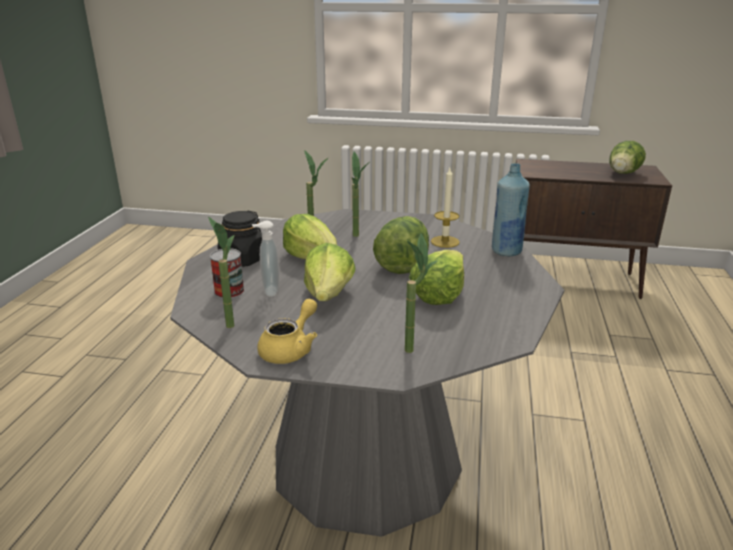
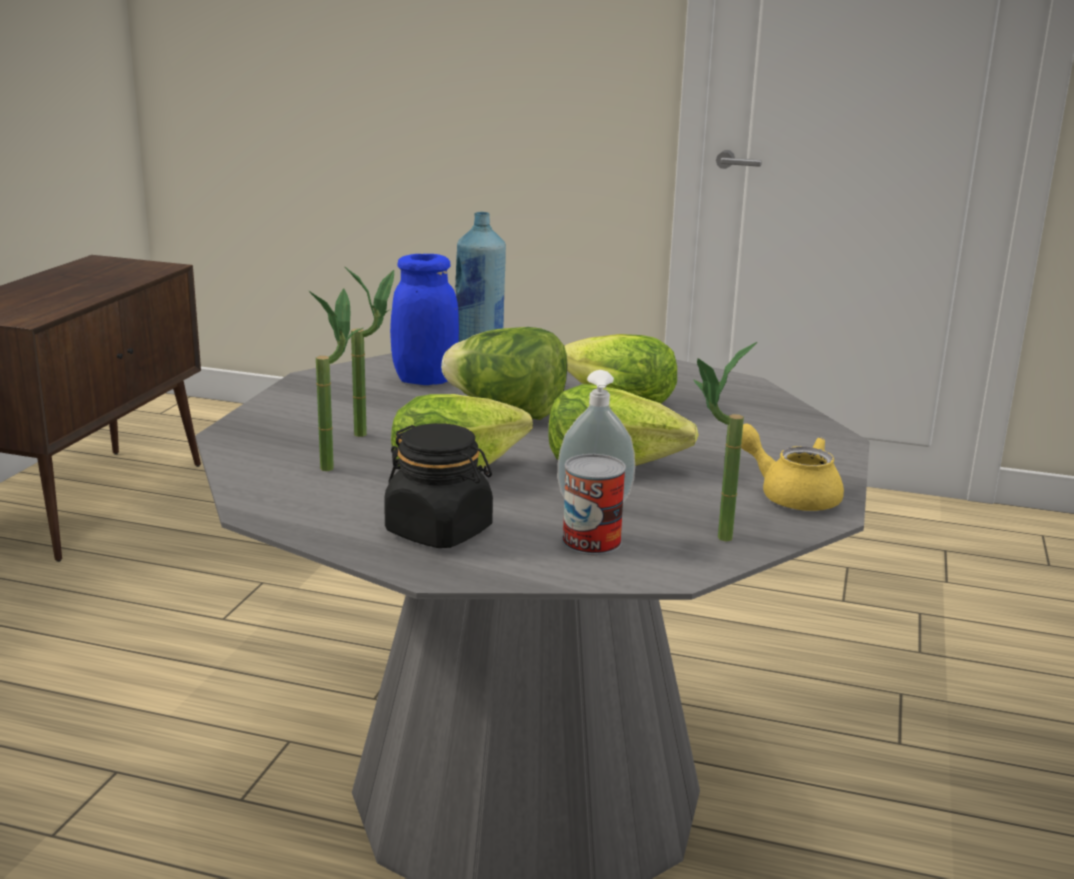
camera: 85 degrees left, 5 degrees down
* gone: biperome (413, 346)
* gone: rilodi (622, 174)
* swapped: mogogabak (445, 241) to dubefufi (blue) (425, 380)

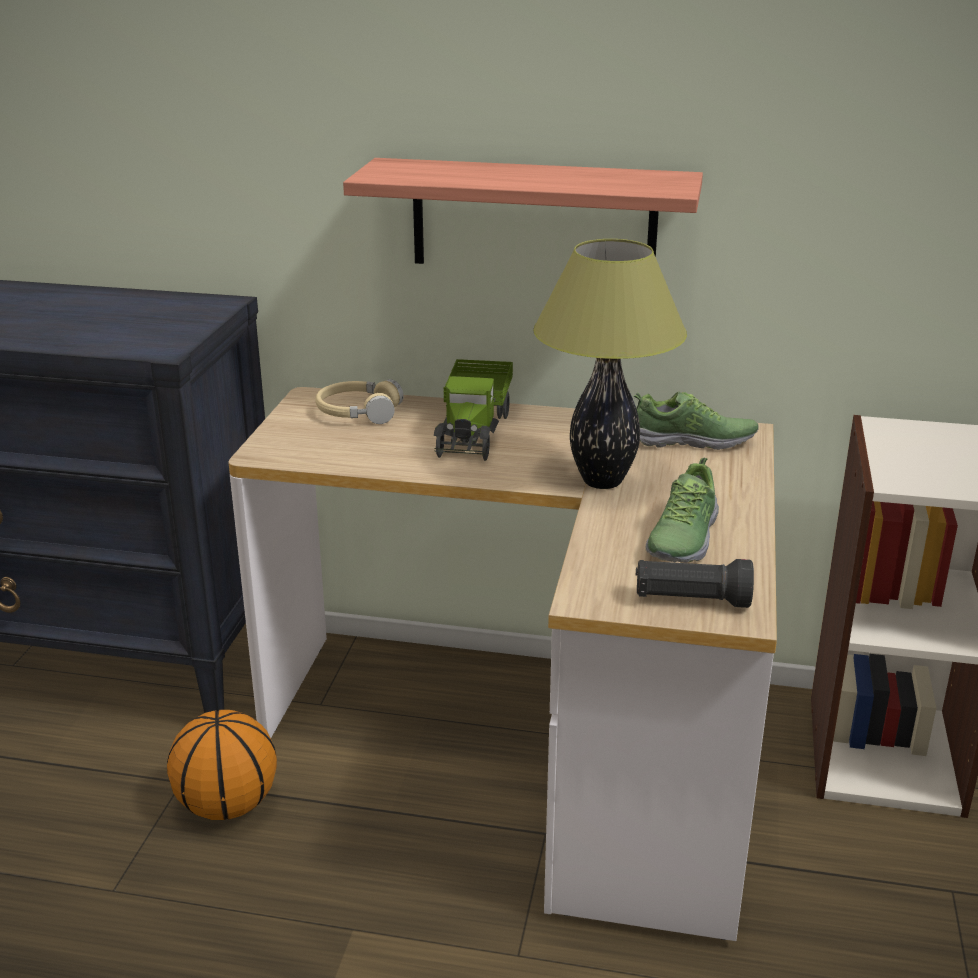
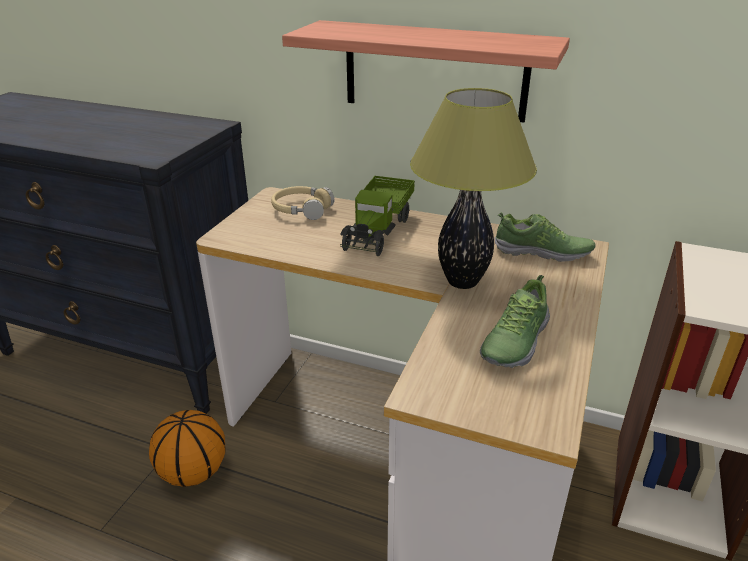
camera: 10 degrees right, 5 degrees up
* gone: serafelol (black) (691, 600)

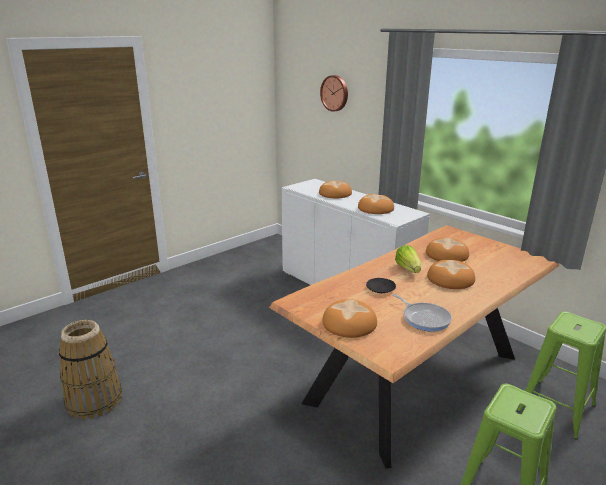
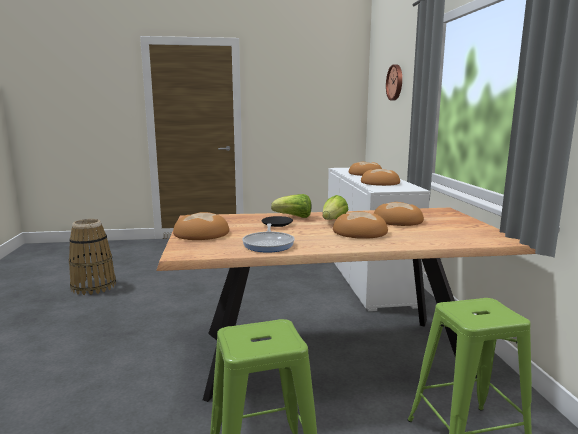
camera: 35 degrees right, 10 degrees down
* new: rilodi (294, 217)

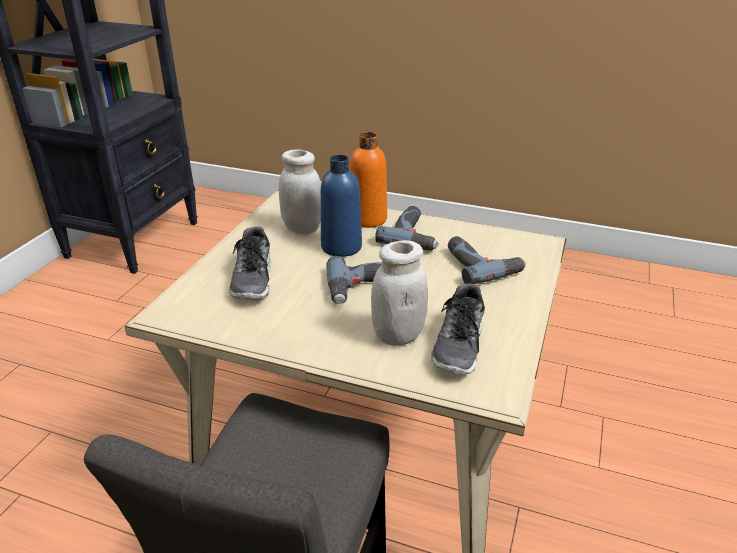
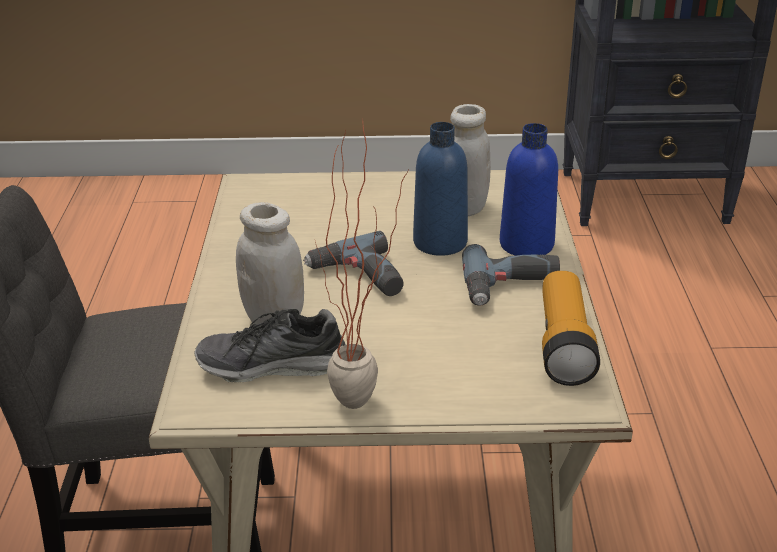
camera: 70 degrees right, 0 degrees up
* gone: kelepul (253, 280)
* gone: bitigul (481, 265)
* new: biperome (367, 407)
* new: serafelol (564, 344)
* repainted: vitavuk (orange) (368, 219) to vitavuk (blue) (526, 244)

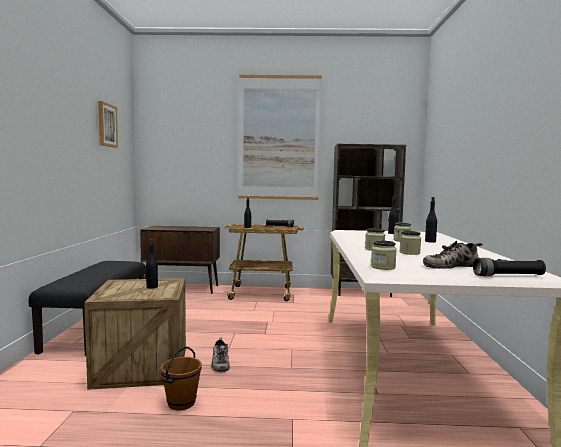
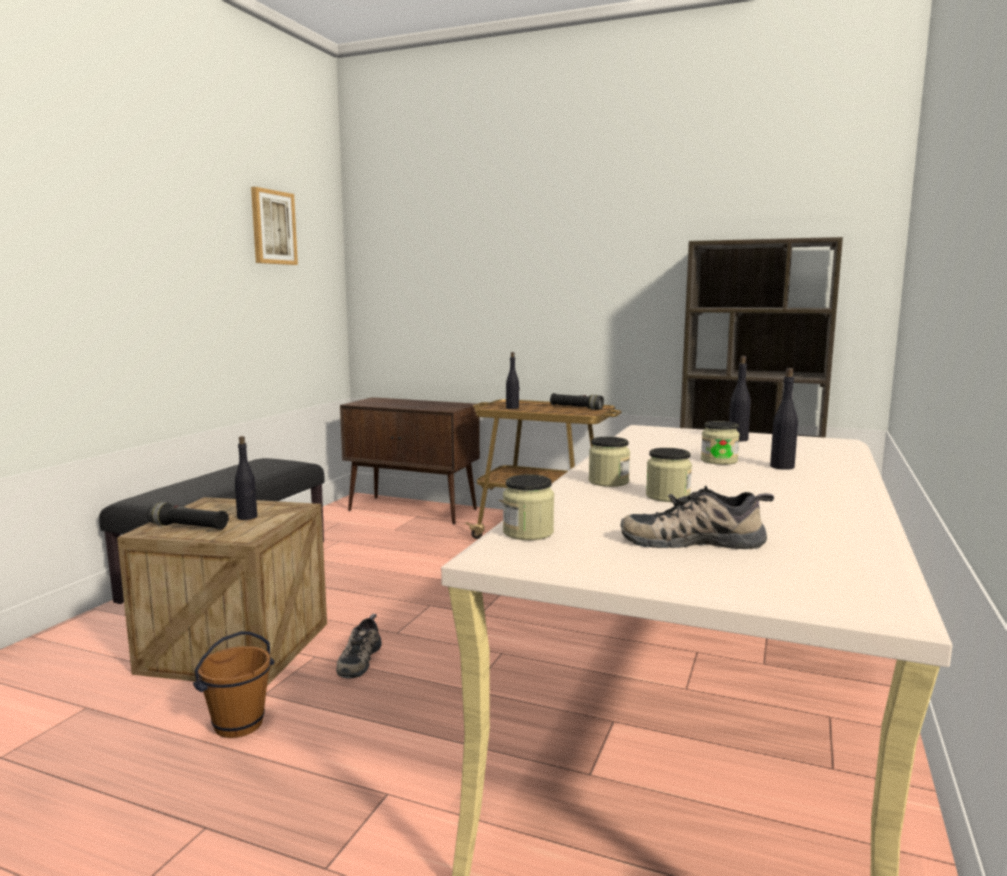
camera: 20 degrees right, 5 degrees up
* gone: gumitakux (279, 138)
* shifted: serafelol (black) (508, 276) to (188, 527)

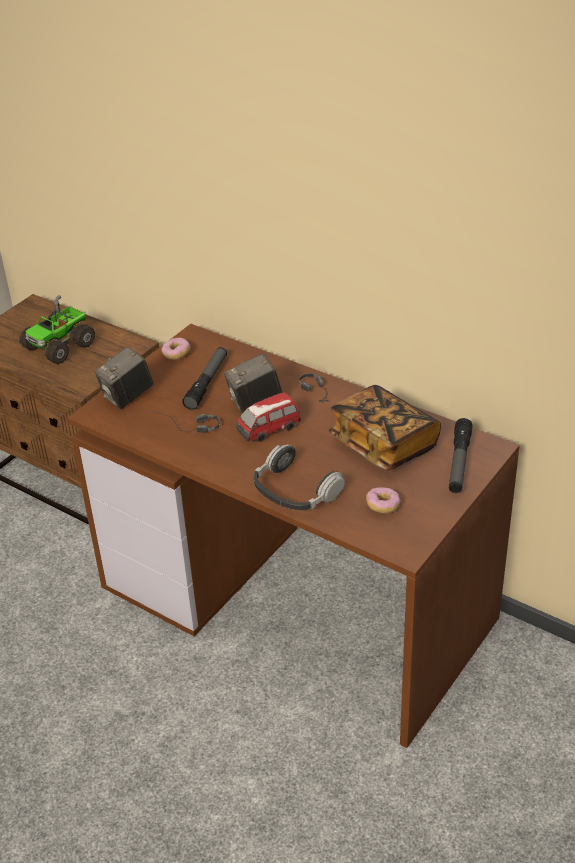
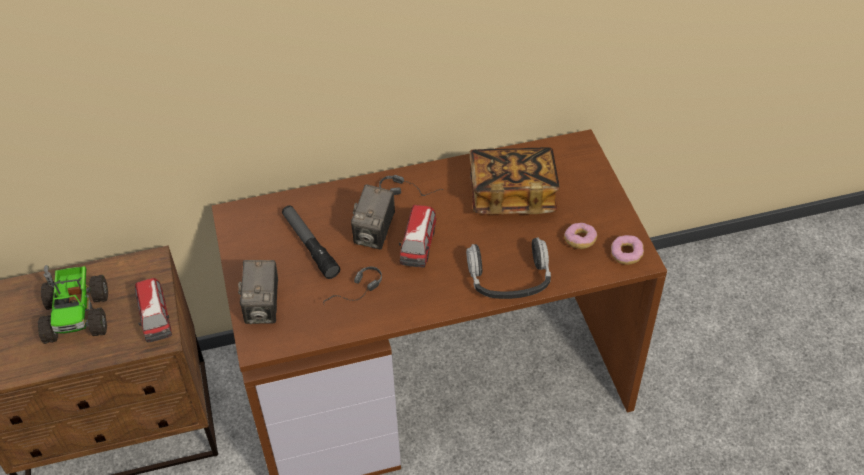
camera: 50 degrees left, 10 degrees up
* gone: serafelol (459, 462)
* new: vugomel (156, 319)
* shifted: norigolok (176, 354) to (626, 254)

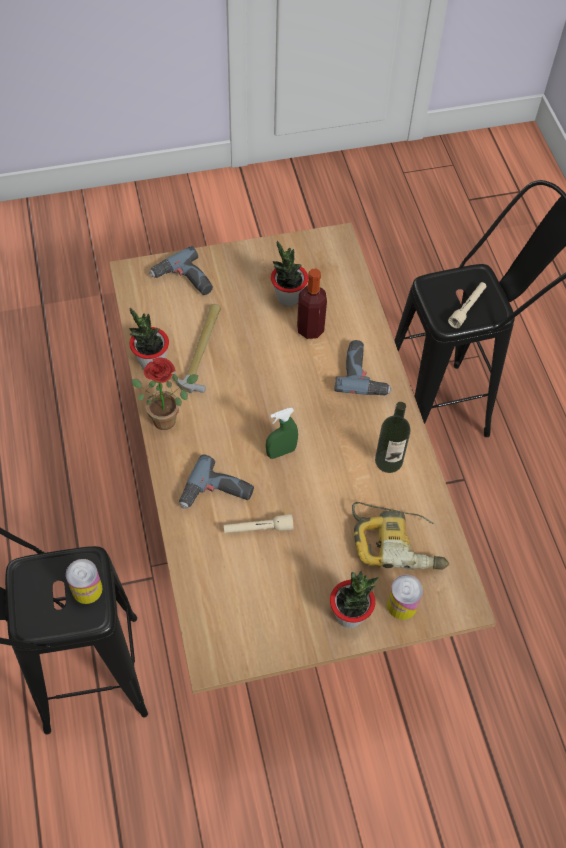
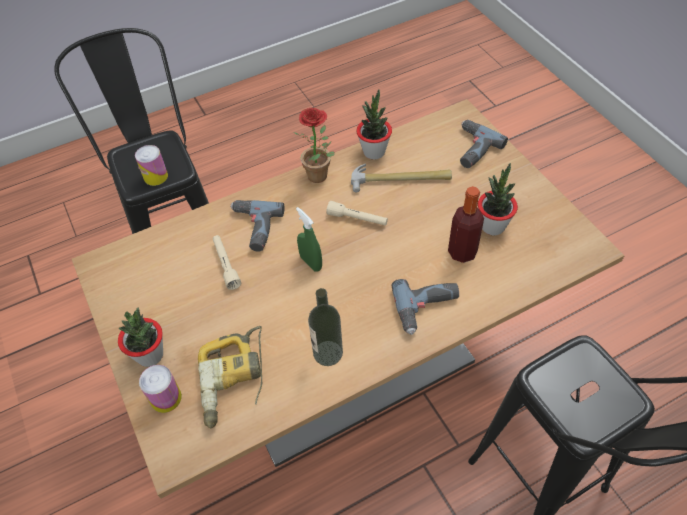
camera: 80 degrees right, 5 degrees down
* shifted: serafelol (beige) (467, 308) to (357, 219)

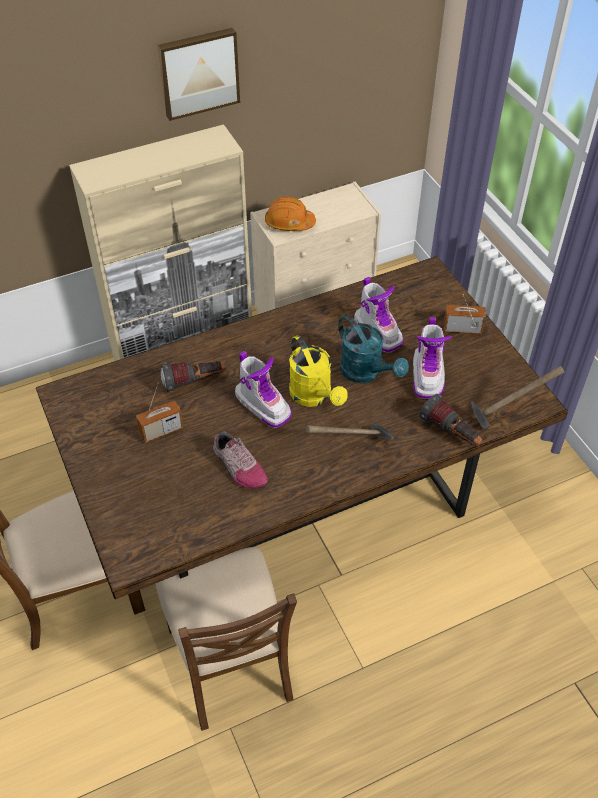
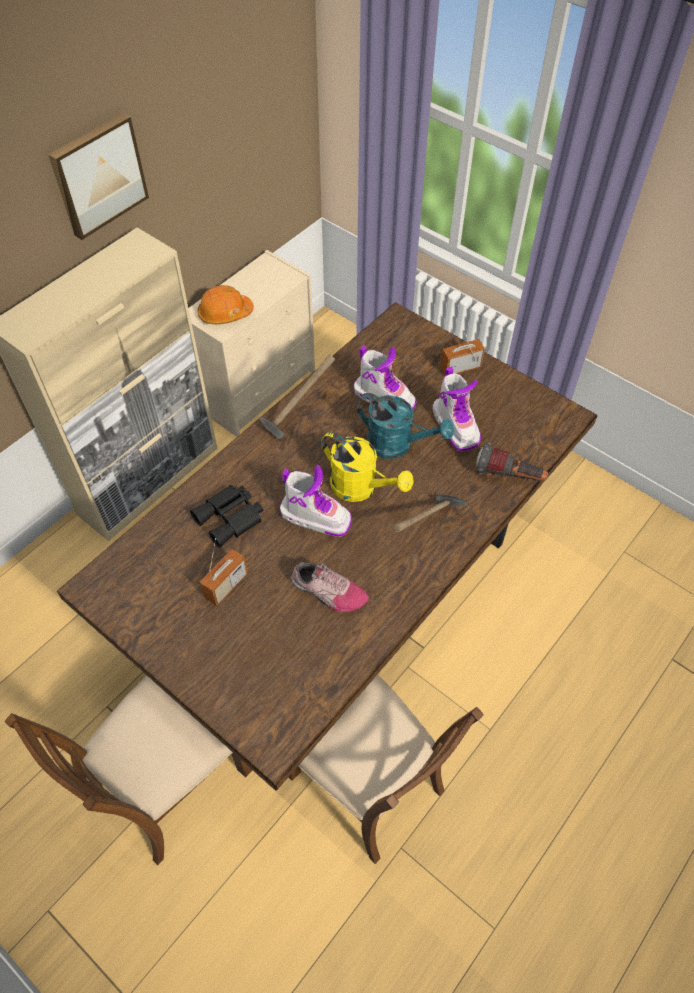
camera: 25 degrees left, 5 degrees up
* shifted: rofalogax (508, 413) to (297, 416)
* swapped: serafelol (195, 382) to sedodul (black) (231, 518)

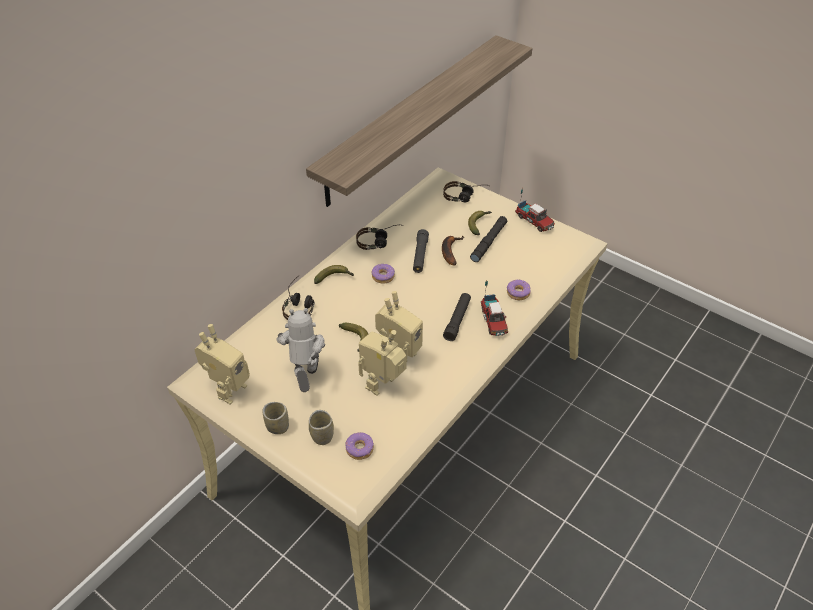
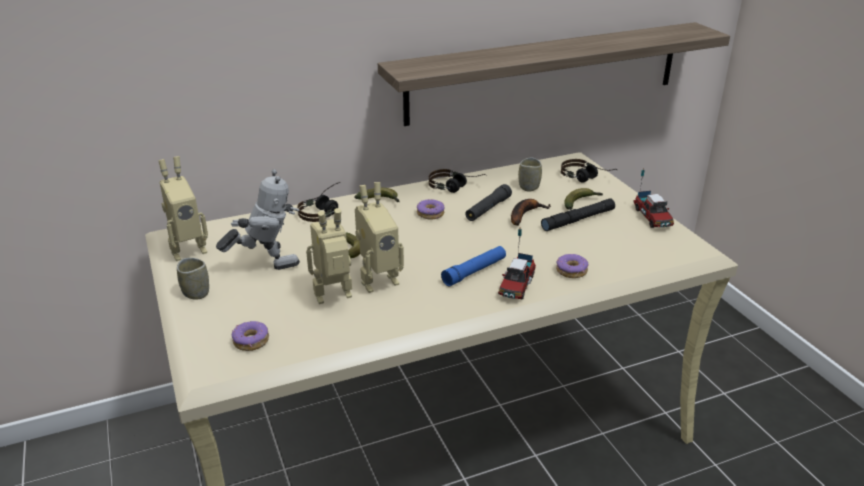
camera: 30 degrees right, 15 degrees down
* shifted: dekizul (322, 436) to (529, 187)
* repainted: serafelol (black) (457, 320) to serafelol (blue) (474, 271)
* rotated: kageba (306, 378) = (266, 266) 45 degrees clockwise

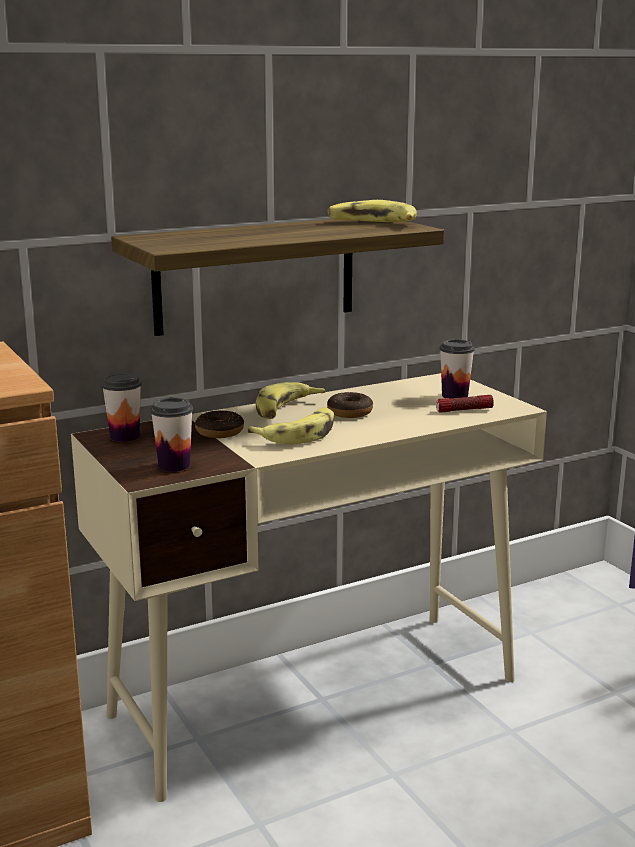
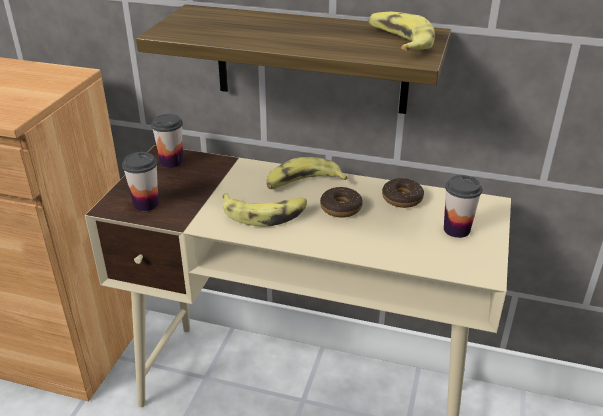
camera: 45 degrees right, 15 degrees up
* gone: serafelol (464, 410)
* shifted: norigolok (219, 432) to (402, 198)

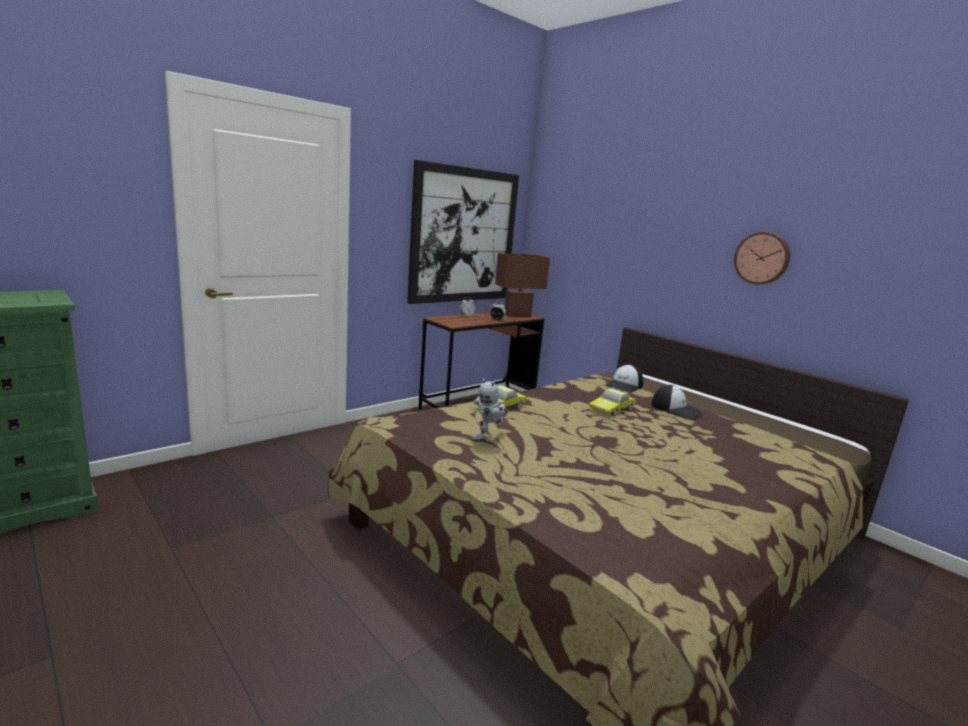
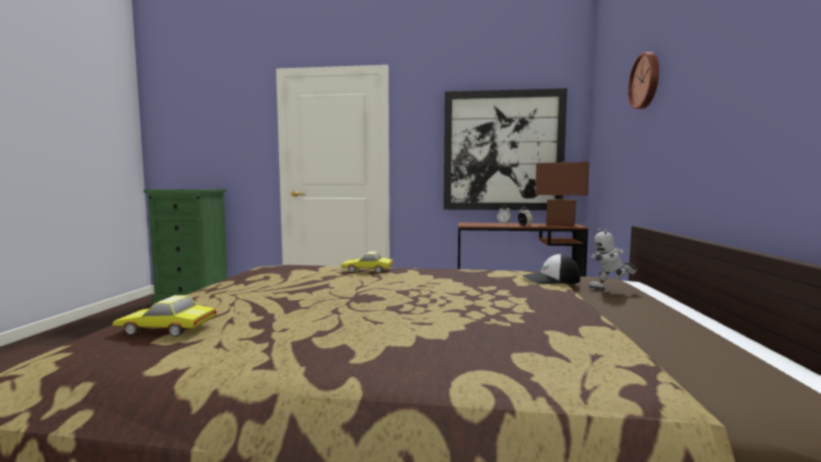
camera: 50 degrees right, 10 degrees down
* gone: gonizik (676, 409)
* shifted: kageba (489, 439) to (610, 290)
* shifted: vugomel (612, 409) to (167, 329)
* shifted: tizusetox (762, 258) to (646, 81)

